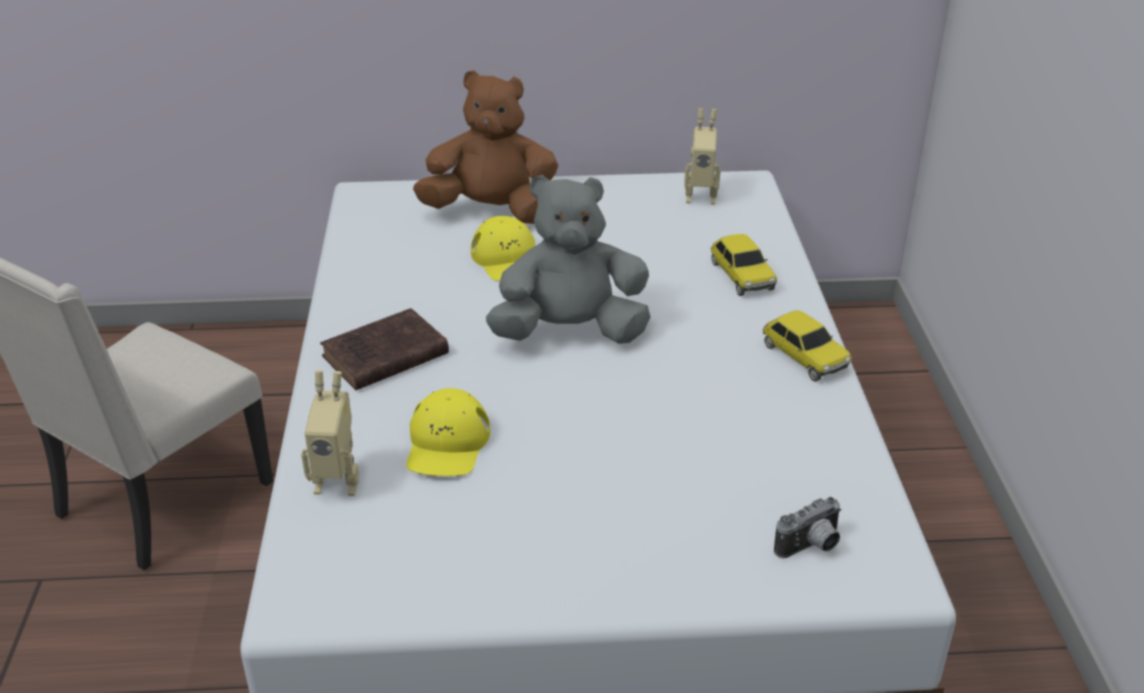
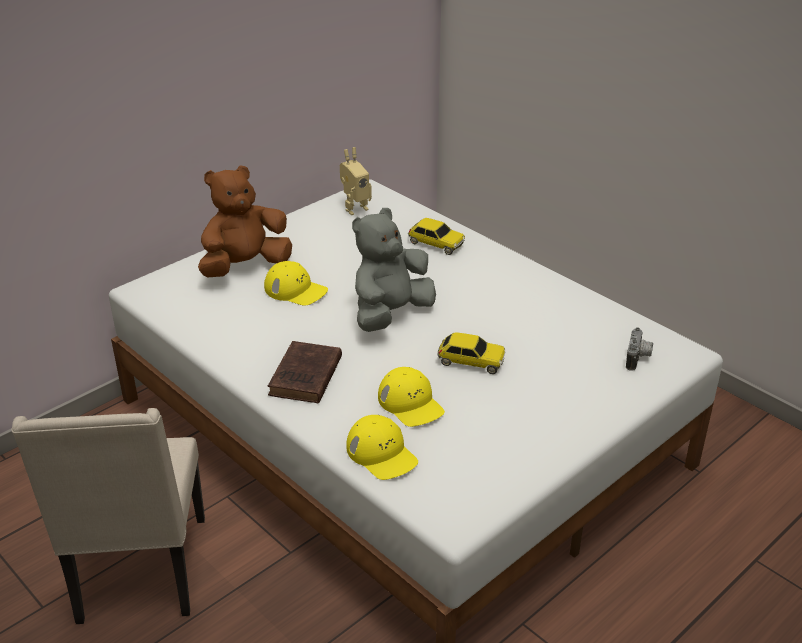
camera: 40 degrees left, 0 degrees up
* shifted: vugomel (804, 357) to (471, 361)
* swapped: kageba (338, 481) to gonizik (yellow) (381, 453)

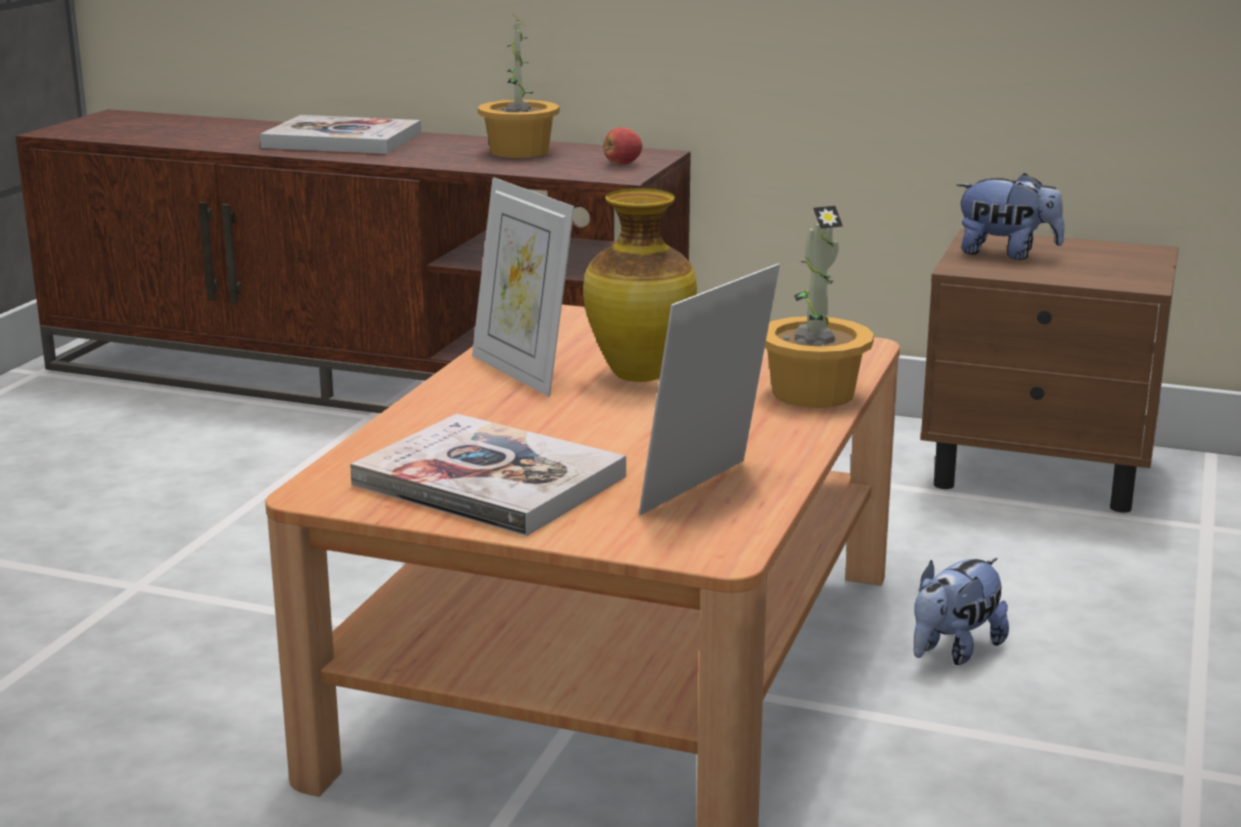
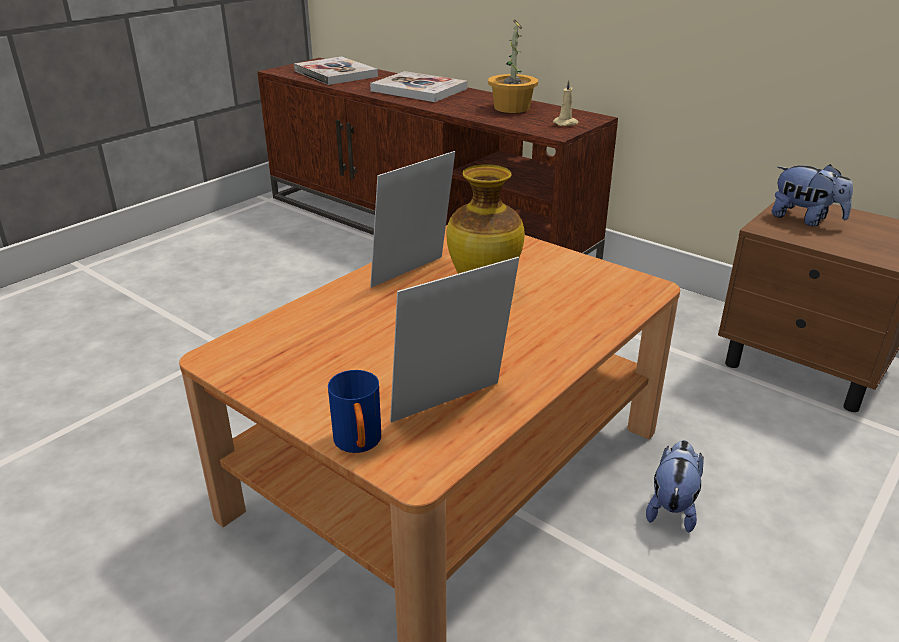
camera: 20 degrees right, 10 degrees up
* gone: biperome (812, 393)
* new: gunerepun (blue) (359, 445)
* shifted: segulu (489, 481) to (335, 73)
* swapped: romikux (622, 164) to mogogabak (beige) (566, 123)
* rotated: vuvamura (522, 372) = (413, 274) 60 degrees clockwise
* rotated: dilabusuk (953, 651) = (672, 507) 135 degrees clockwise

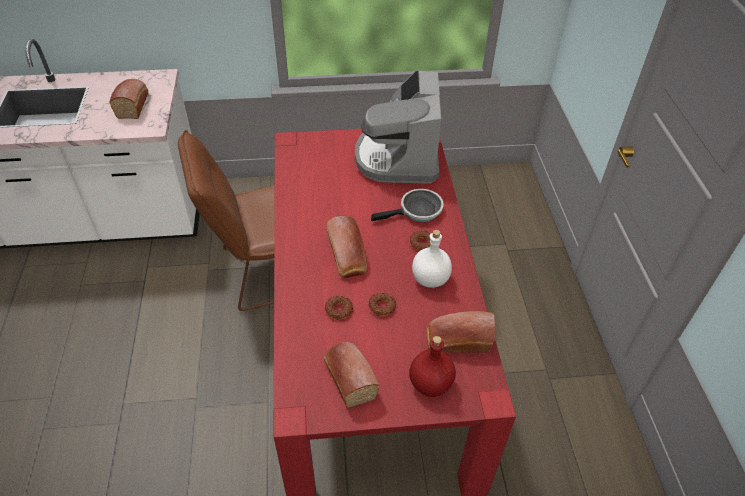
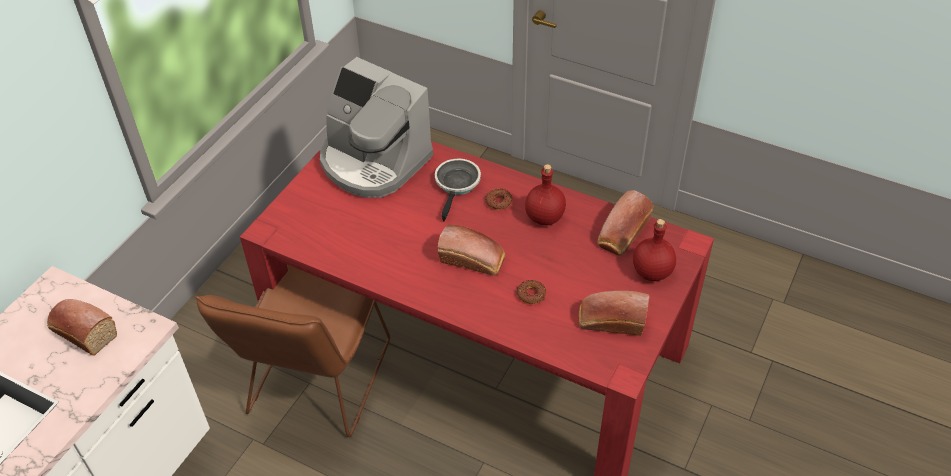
camera: 55 degrees left, 0 degrees up
* gone: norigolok (382, 306)
* repainted: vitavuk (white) (431, 279) to vitavuk (red) (545, 217)

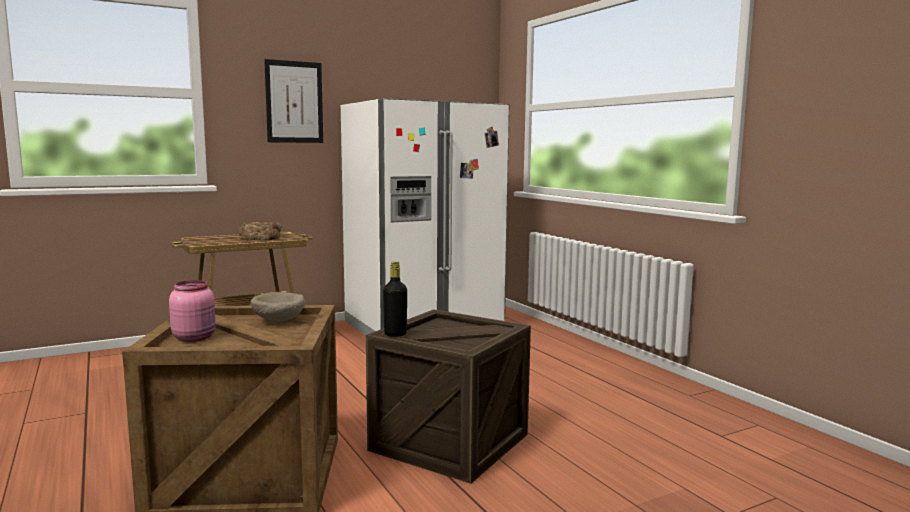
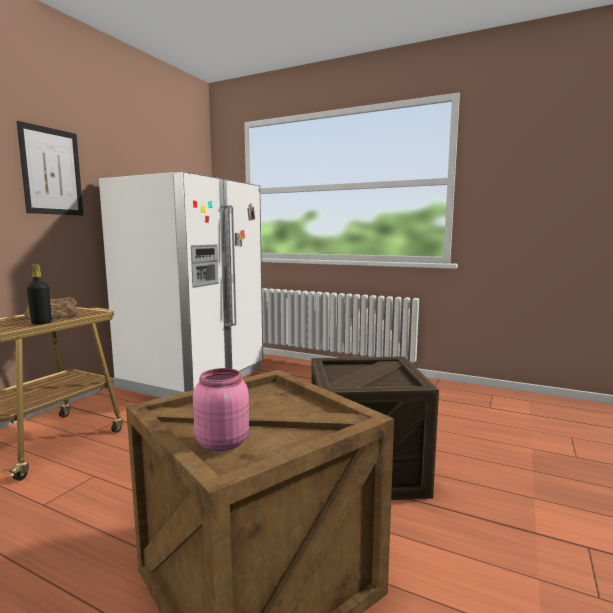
camera: 35 degrees left, 0 degrees up
* gone: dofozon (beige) (278, 322)
* shifted: vitavuk (black) (395, 334) to (41, 323)

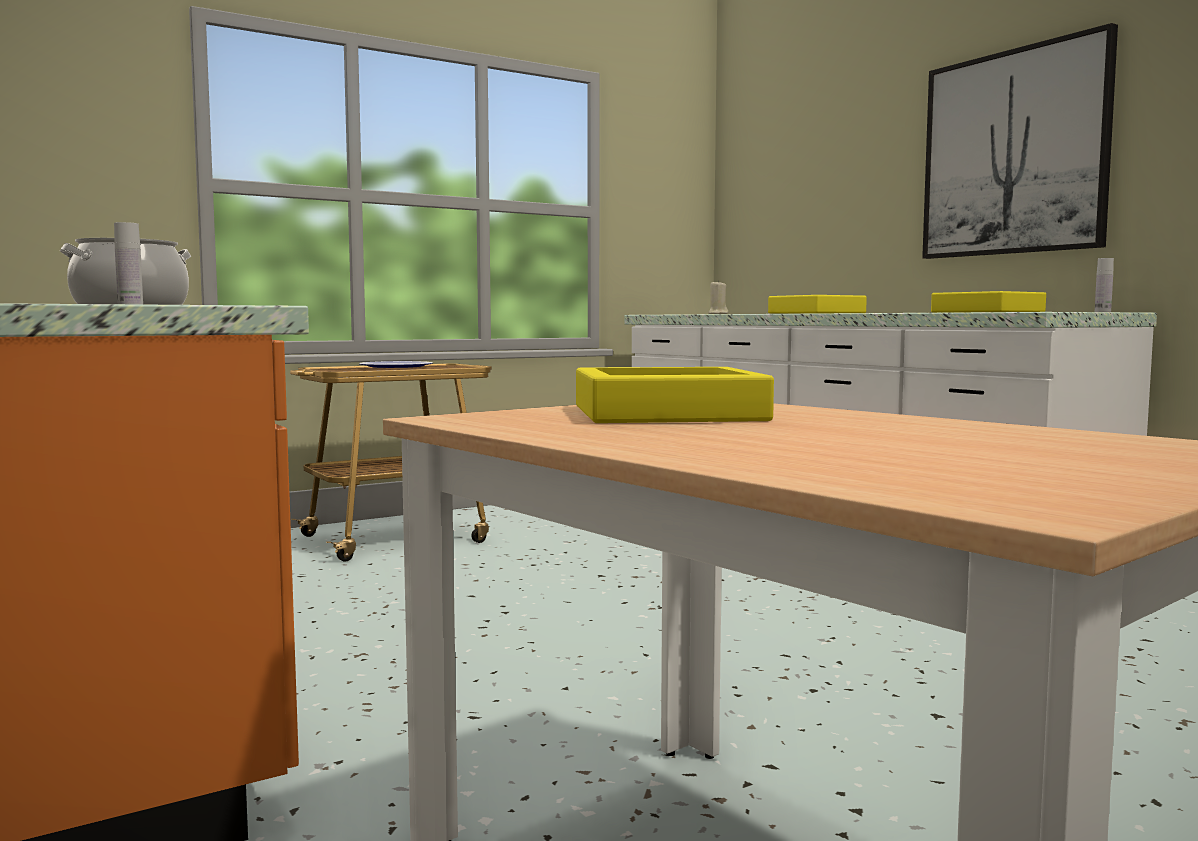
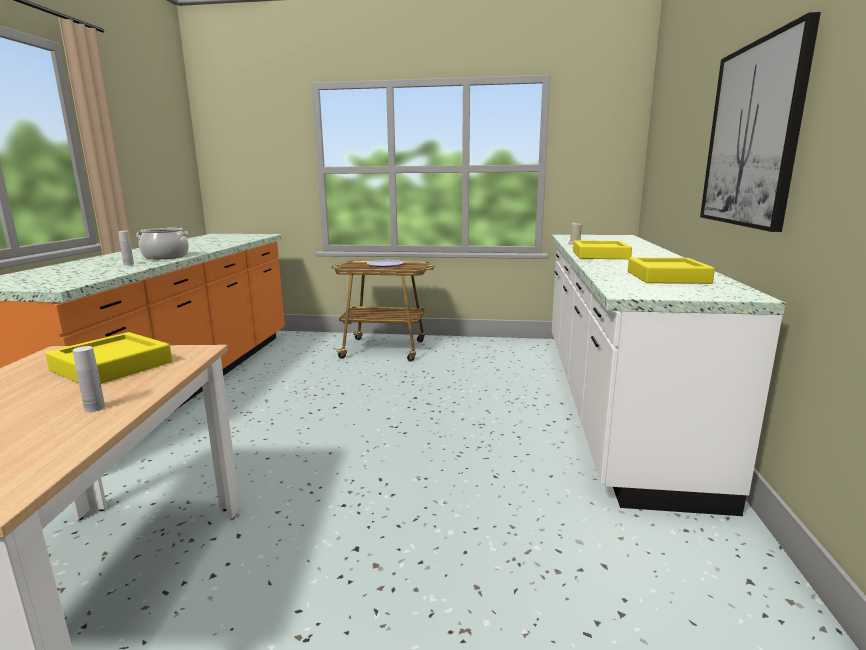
camera: 40 degrees right, 10 degrees up
* shifted: vitavuk (white) (1102, 312) to (95, 408)

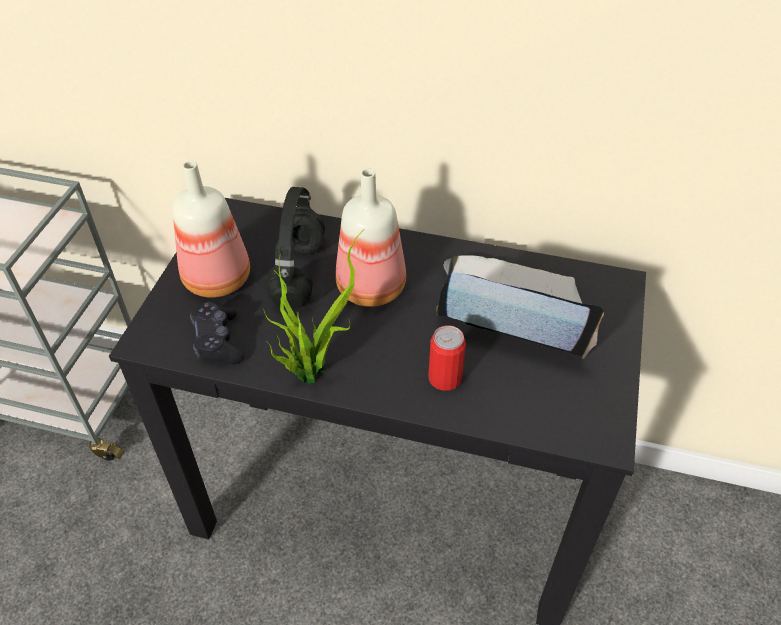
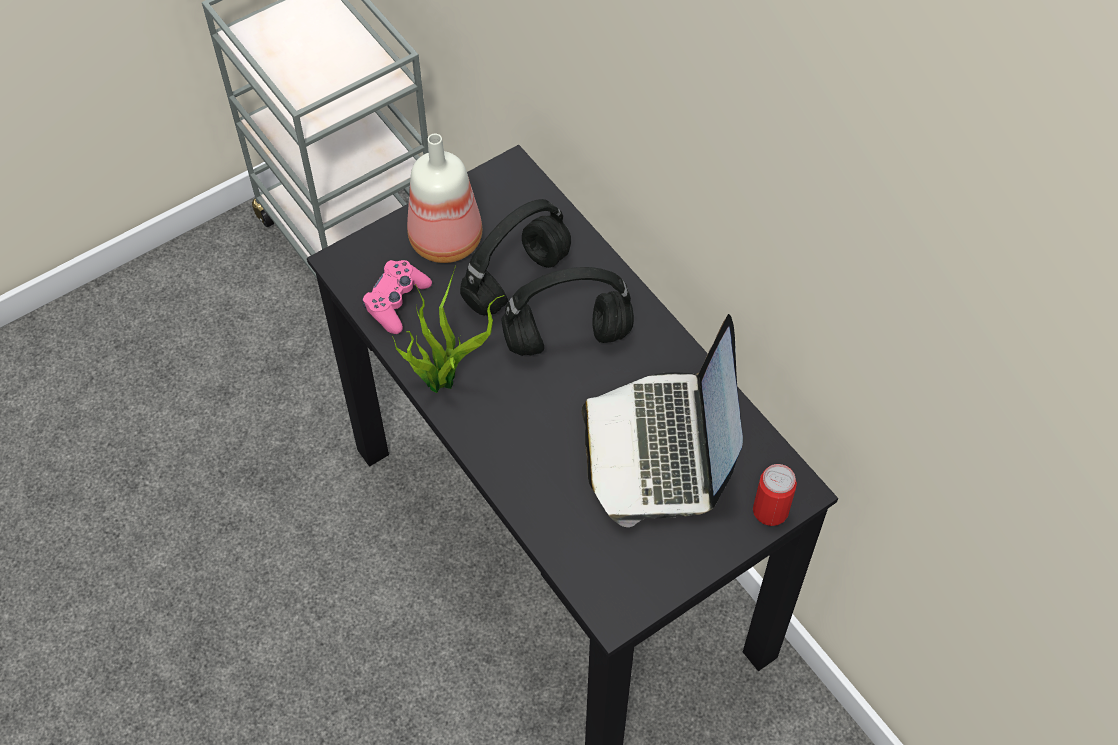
camera: 40 degrees right, 10 degrees up
* shifted: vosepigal (445, 378) to (770, 510)
* swapped: vitavuk (373, 288) to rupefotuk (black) (565, 339)
* repainted: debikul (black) (218, 341) to debikul (pink) (396, 302)
* rotated: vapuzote (512, 314) = (661, 449) 150 degrees counterclockwise

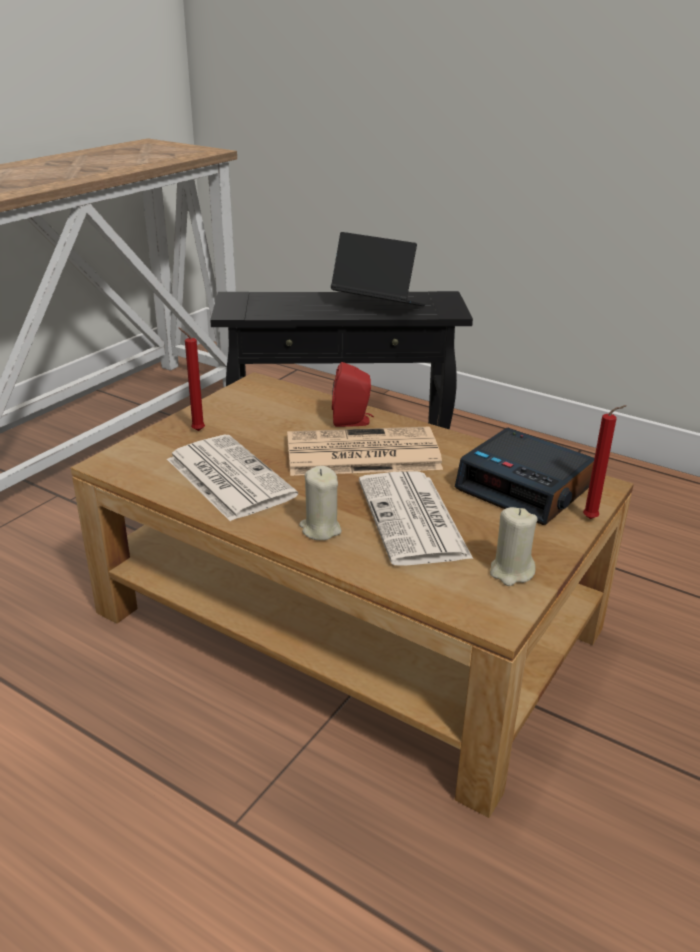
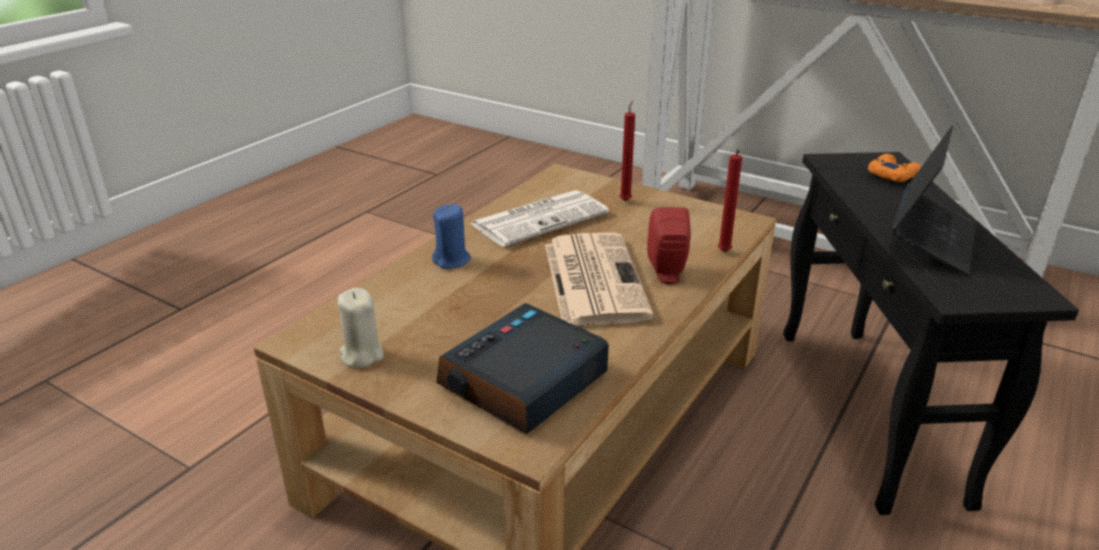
camera: 90 degrees right, 0 degrees up
* gone: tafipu (414, 520)
* new: debikul (orange) (893, 175)
* shifted: mogogabak (red) (592, 519) to (723, 253)
* repainted: mogogabak (beige) (320, 529) to mogogabak (blue) (452, 260)

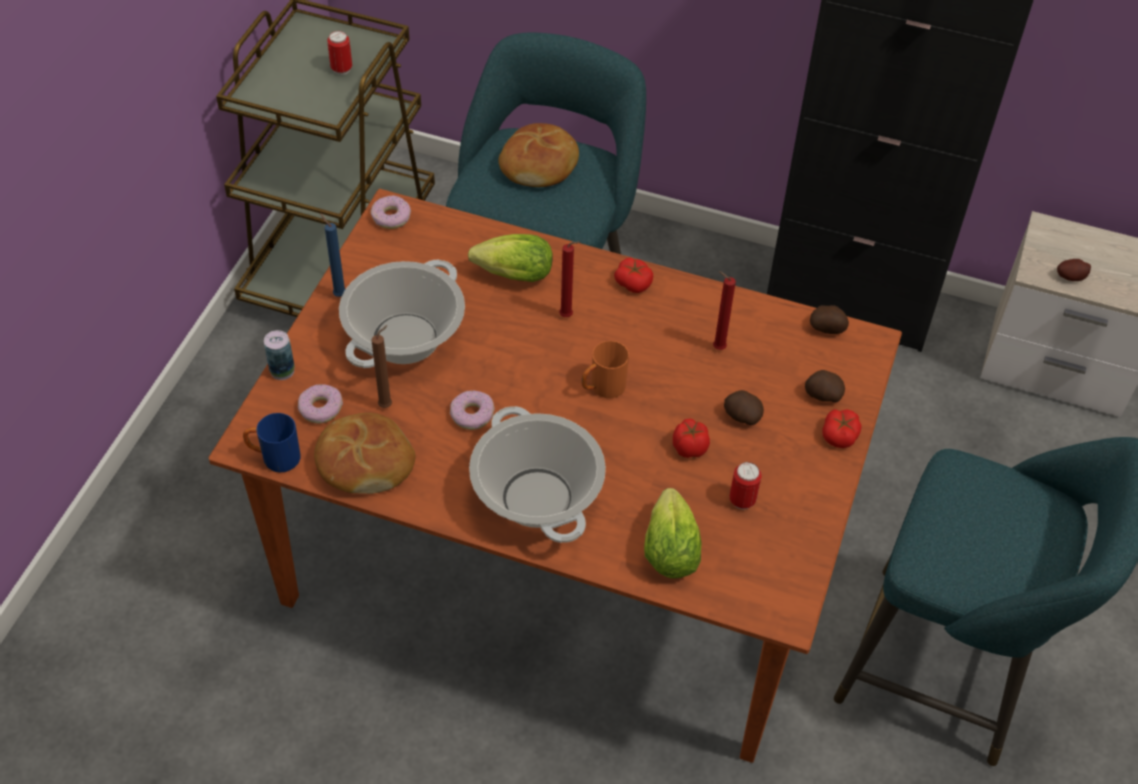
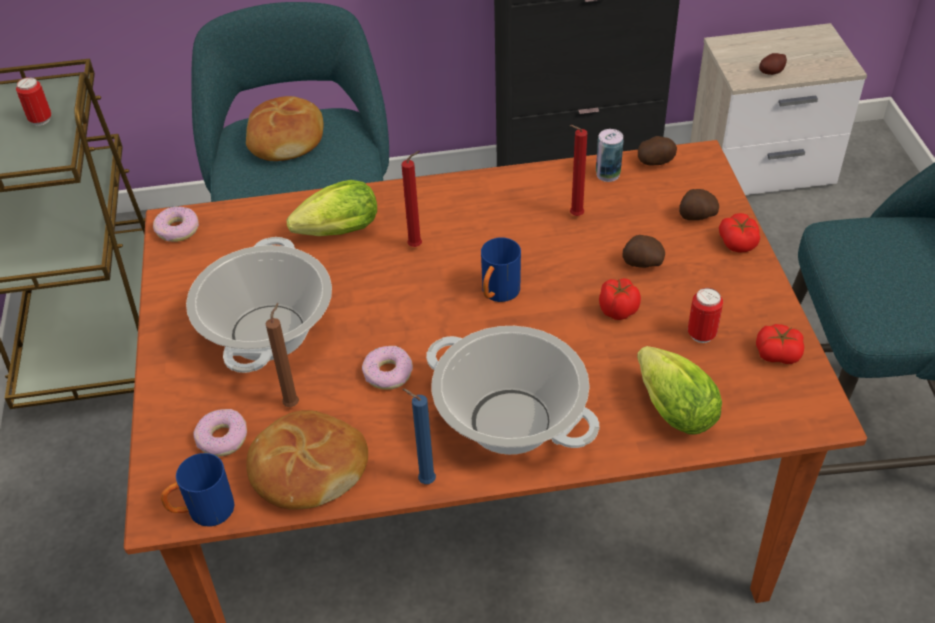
camera: 25 degrees left, 5 degrees down
* shifted: vosepigal (282, 371) to (608, 174)
* shifted: mogogabak (blue) (338, 294) to (424, 480)
* shifted: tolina (633, 282) to (777, 353)
* repainted: gunerepun (orange) (602, 389) to gunerepun (blue) (497, 294)

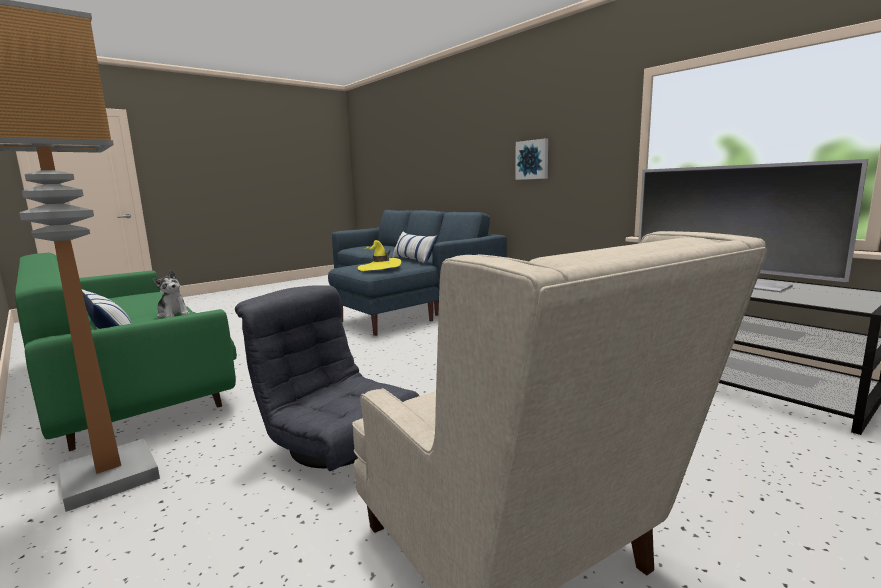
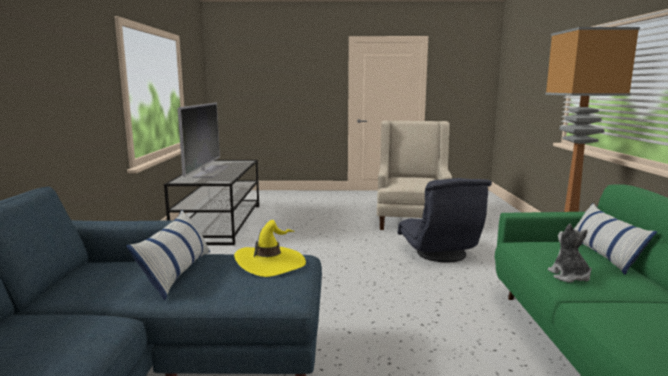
camera: 140 degrees left, 0 degrees up
* gone: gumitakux (532, 159)

